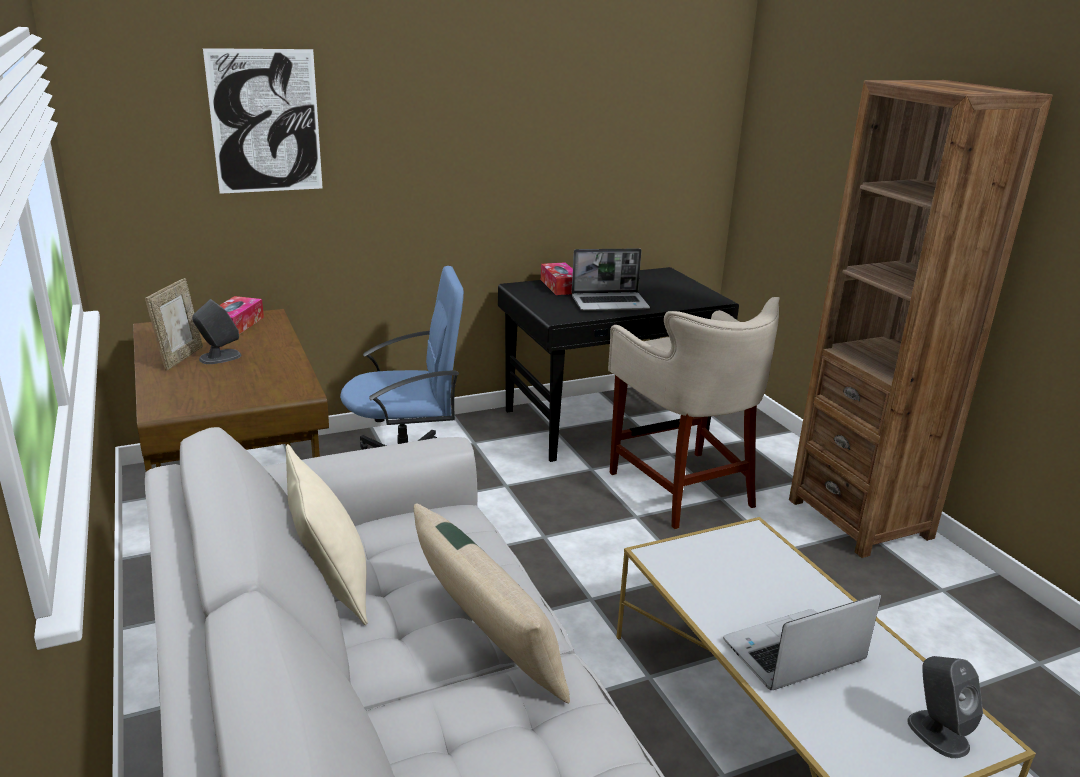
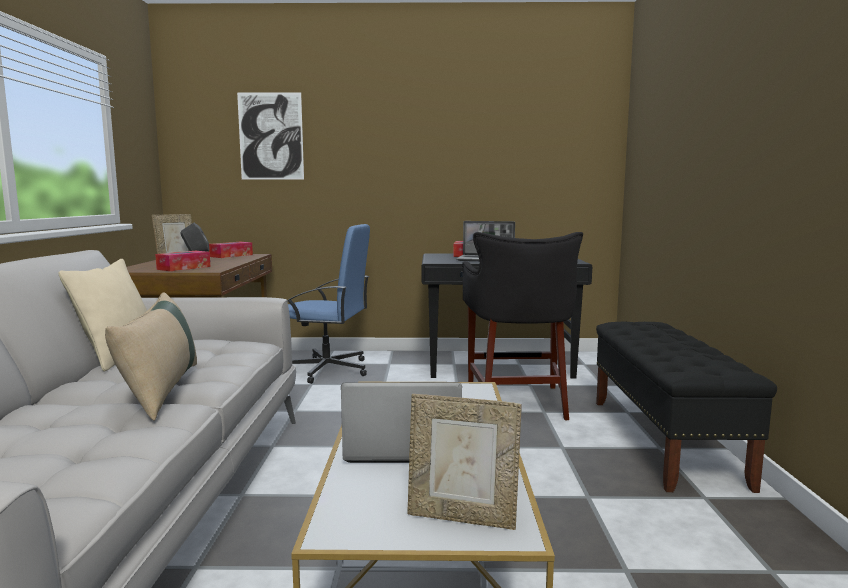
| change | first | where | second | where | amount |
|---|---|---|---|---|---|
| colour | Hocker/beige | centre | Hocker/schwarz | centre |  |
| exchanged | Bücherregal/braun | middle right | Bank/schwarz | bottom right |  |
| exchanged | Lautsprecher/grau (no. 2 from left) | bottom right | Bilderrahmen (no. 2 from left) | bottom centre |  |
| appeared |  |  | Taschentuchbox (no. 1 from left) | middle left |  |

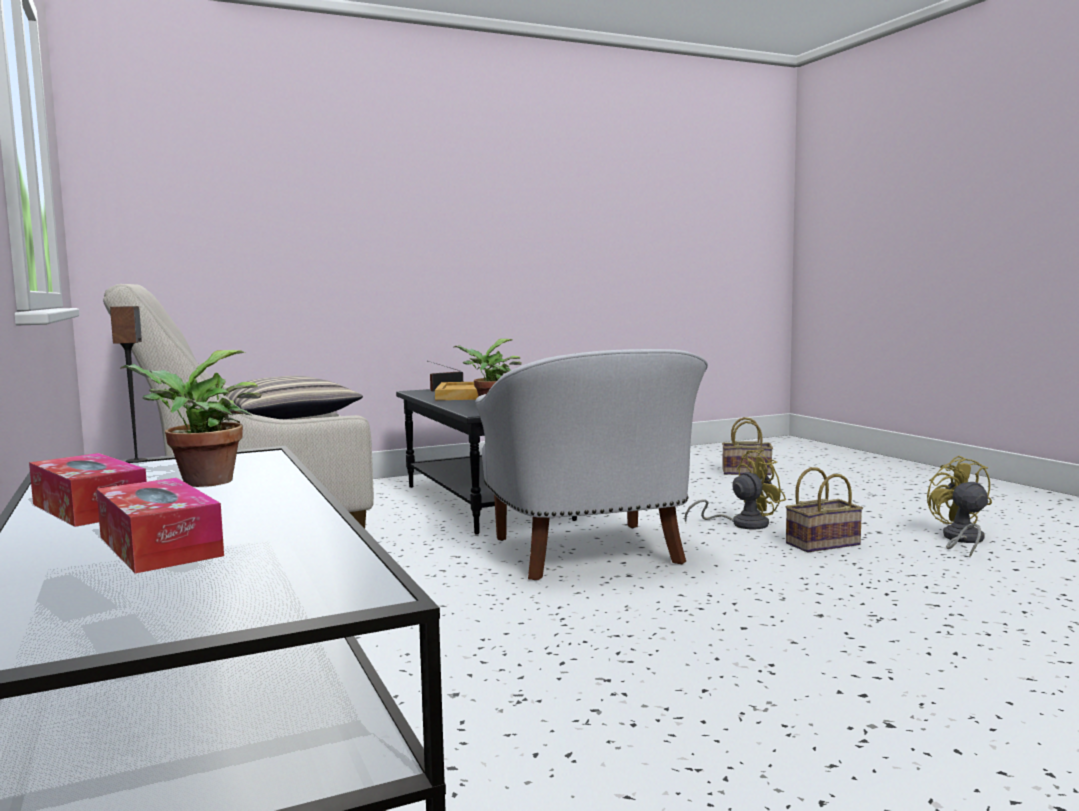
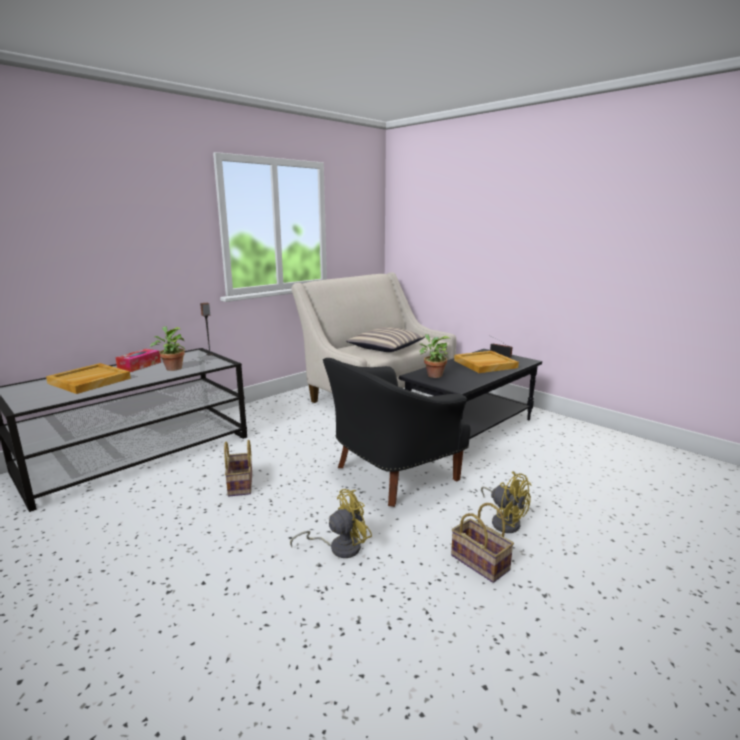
| change | first | where | second | where | amount |
|---|---|---|---|---|---|
| exchanged | Taschentuchbox (no. 2 from left) | middle left | Tablett/beige (no. 1 from left) | middle left |  |
| colour | Sessel/weiß | centre | Sessel/schwarz | centre |  |
| relocated | Korb (no. 1 from left) | middle right |  | middle left |  |
| relocated | Ventilator/gelb (no. 2 from left in the first image) | middle right | Ventilator/gelb (no. 1 from left) | bottom centre |  |

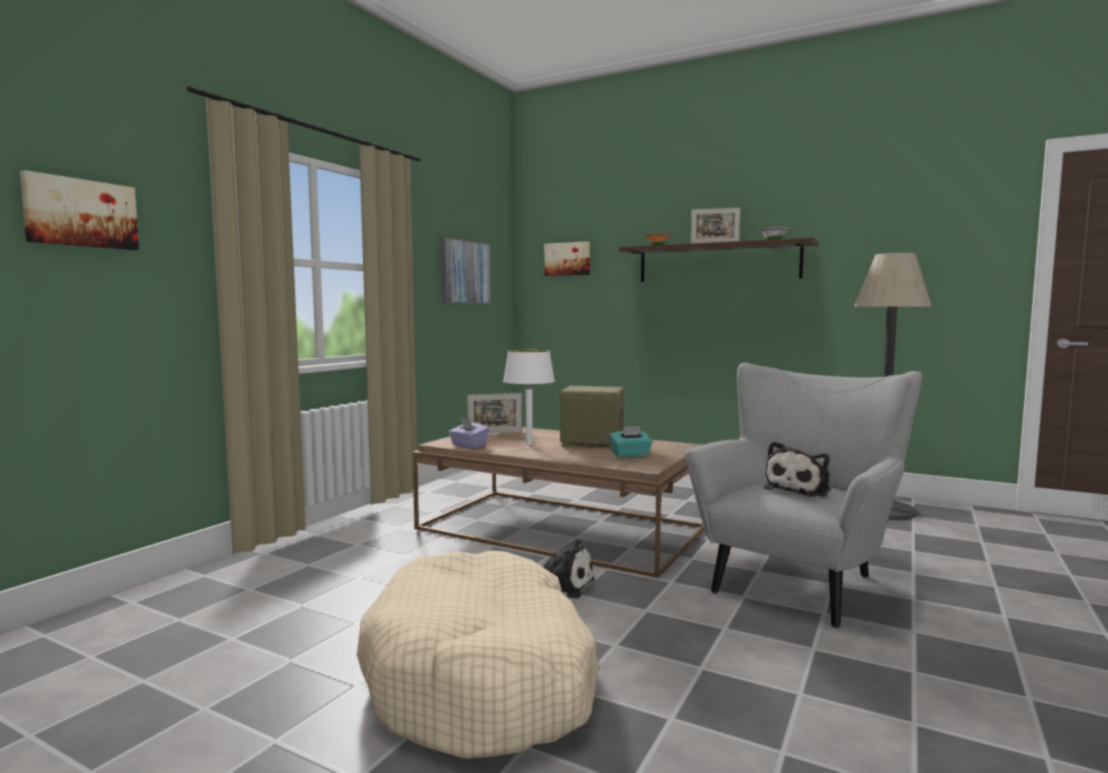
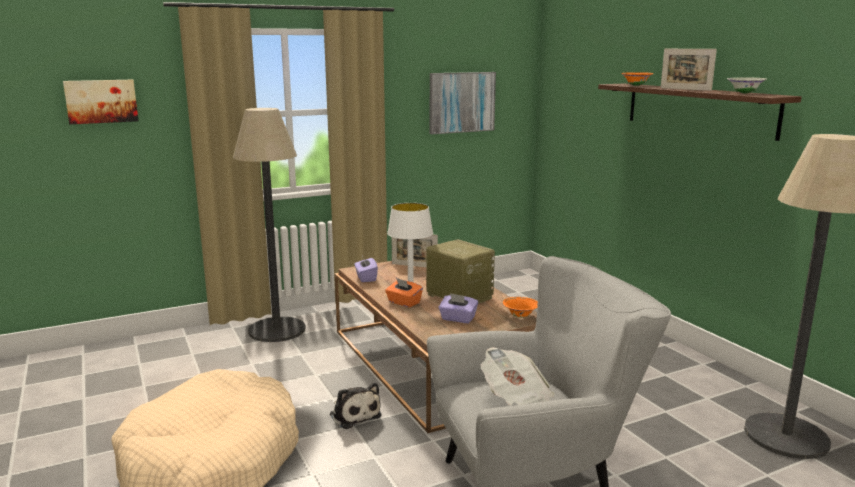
| change | first | where | second | where | amount |
|---|---|---|---|---|---|
| missing | Bild (no. 3 from left) | centre |  |  |  |
| colour | Taschentuchbox/türkis | centre | Taschentuchbox/lila (no. 2 from left) | centre |  |
| exchanged | Plüschtier (no. 2 from left) | middle right | Zeitung | bottom centre |  |
| appeared |  |  | Stehlampe (no. 1 from left) | middle left |  |
| appeared |  |  | Taschentuchbox/orange | centre |  |
| appeared |  |  | Schüssel/orange (no. 1 from left) | centre |  |

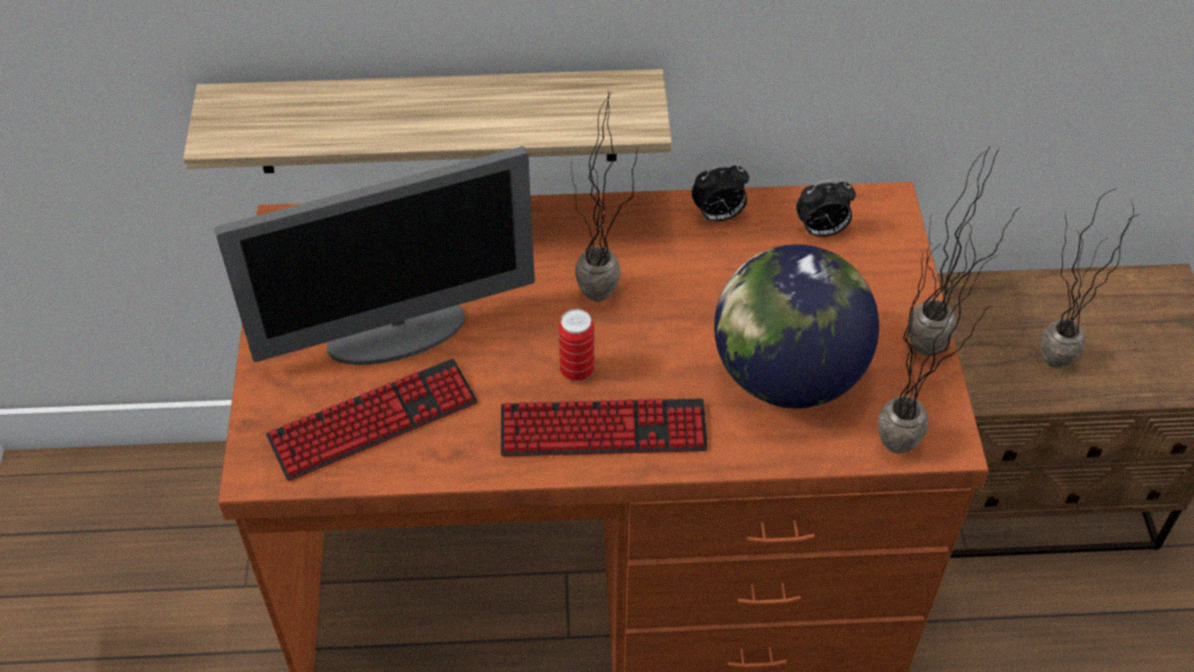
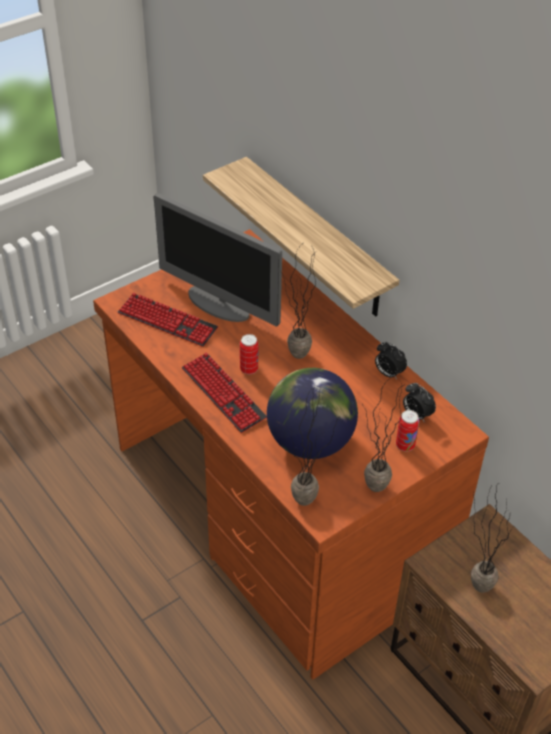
| change | first | where | second | where | amount |
|---|---|---|---|---|---|
| appeared |  |  | Dose (no. 2 from left) | middle right |  |

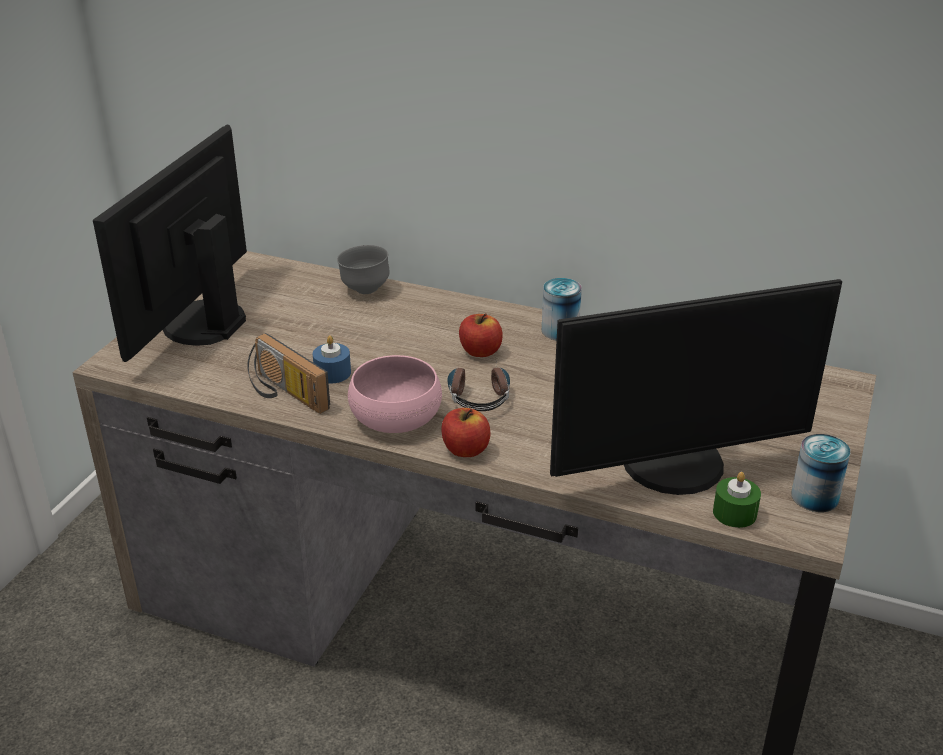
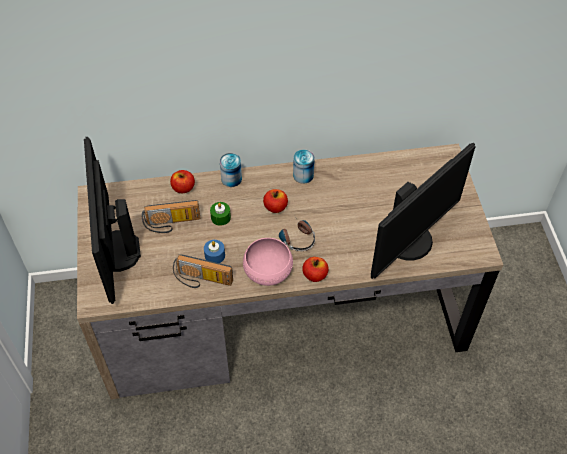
| change | first | where | second | where | amount |
|---|---|---|---|---|---|
| exchanged | Schüssel/grau | centre | Apfel (no. 1 from left) | middle left |  |
| relocated | Kerze/grün | middle right |  | centre |  |
| relocated | Dose (no. 2 from left in the first image) | middle right | Dose (no. 1 from left) | centre |  |
| appeared |  |  | Radio (no. 1 from left) | middle left |  |

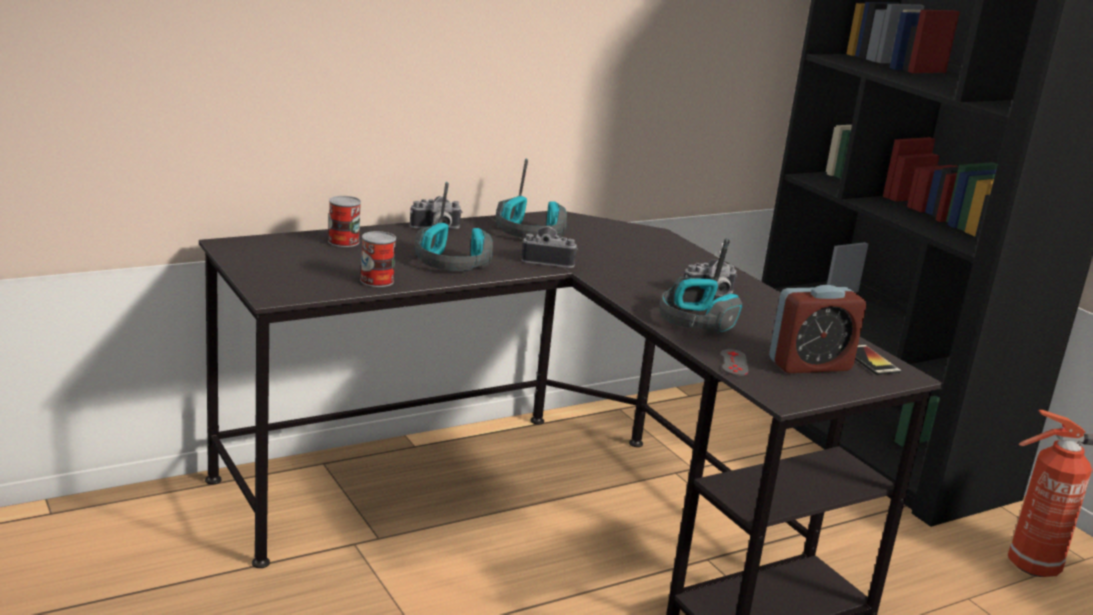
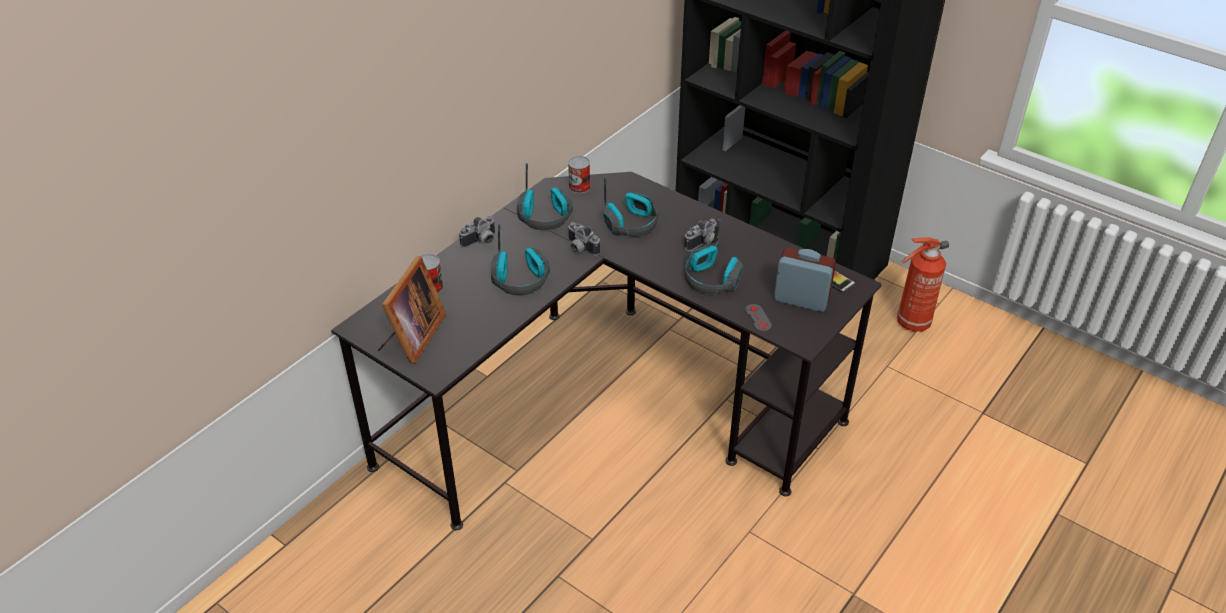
| change | first | where | second | where | amount |
|---|---|---|---|---|---|
| relocated | Dose (no. 2 from left) | centre |  | top centre |  |
| spun | Kamera (no. 2 from left) | centre |  | centre | 120 degrees counterclockwise |
| spun | Wecker | middle right |  | centre | 120 degrees counterclockwise |
| appeared |  |  | Bilderrahmen | centre |  |
| appeared |  |  | Kopfhörer (no. 3 from left) | centre |  |

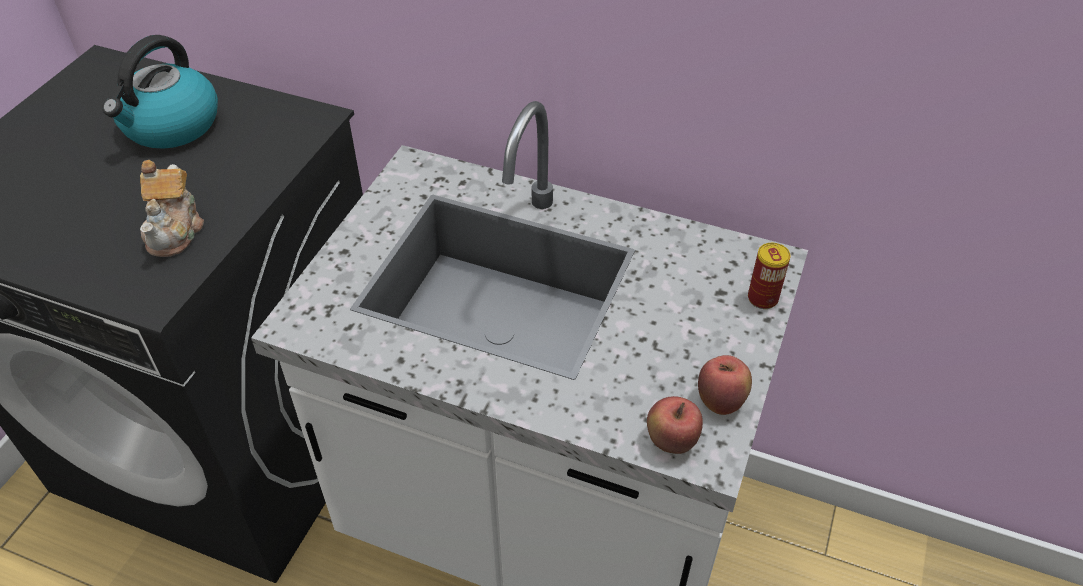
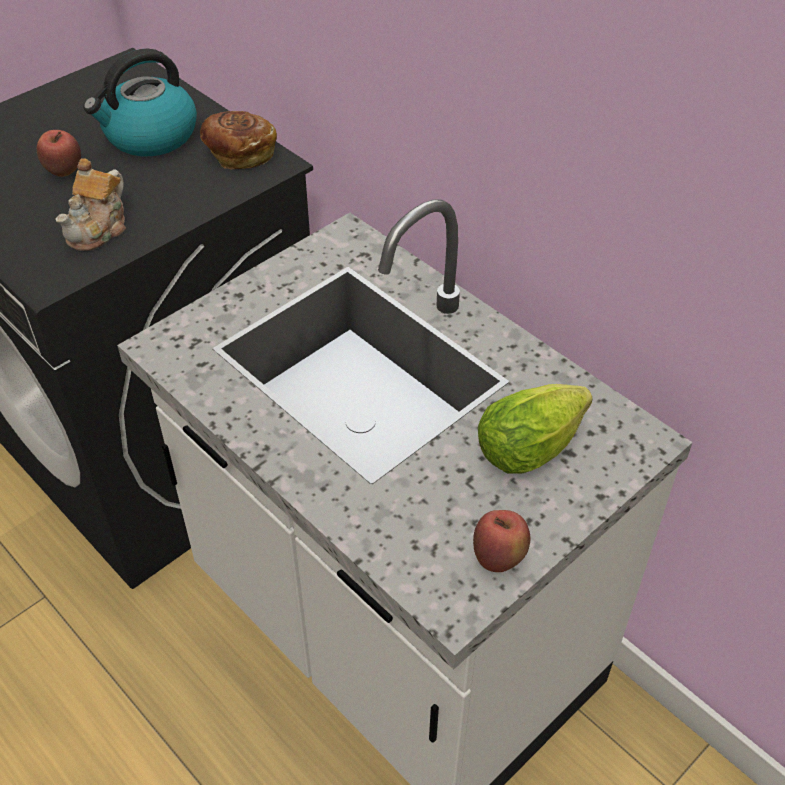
| change | first | where | second | where | amount |
|---|---|---|---|---|---|
| relocated | Apfel (no. 1 from left) | bottom centre |  | top left |  |
| missing | Dose | middle right |  |  |  |
| appeared |  |  | Brot | top left |  |
| appeared |  |  | Salatkopf | middle right |  |

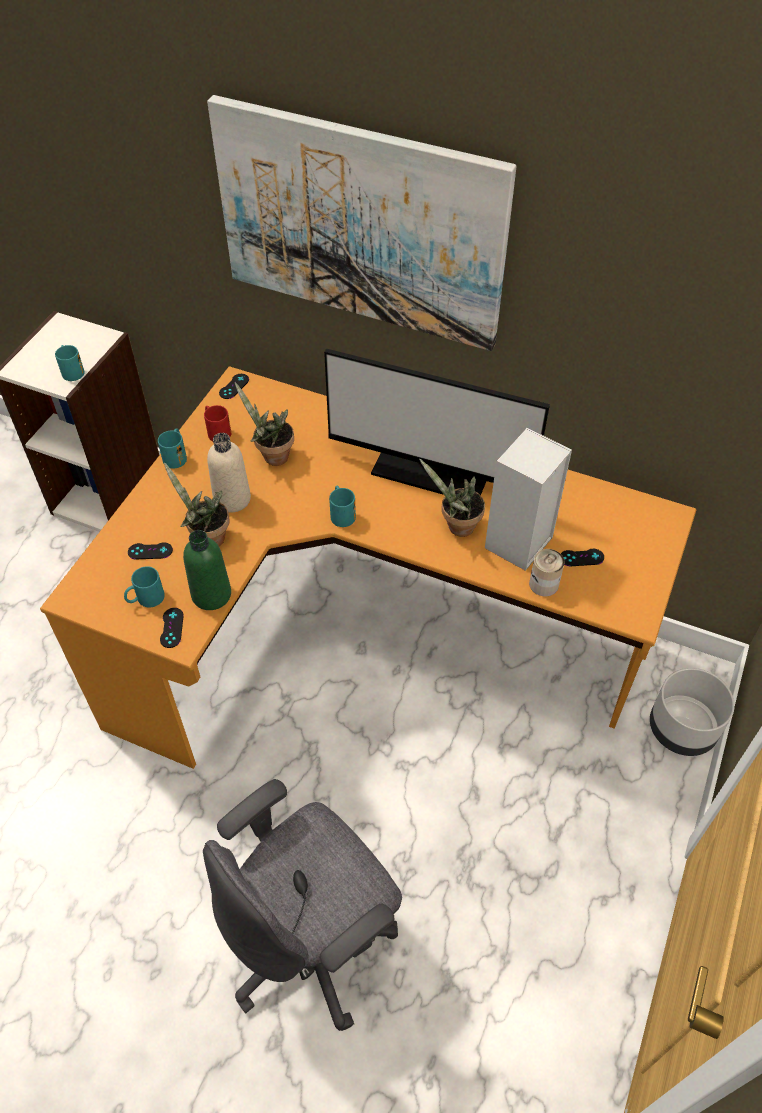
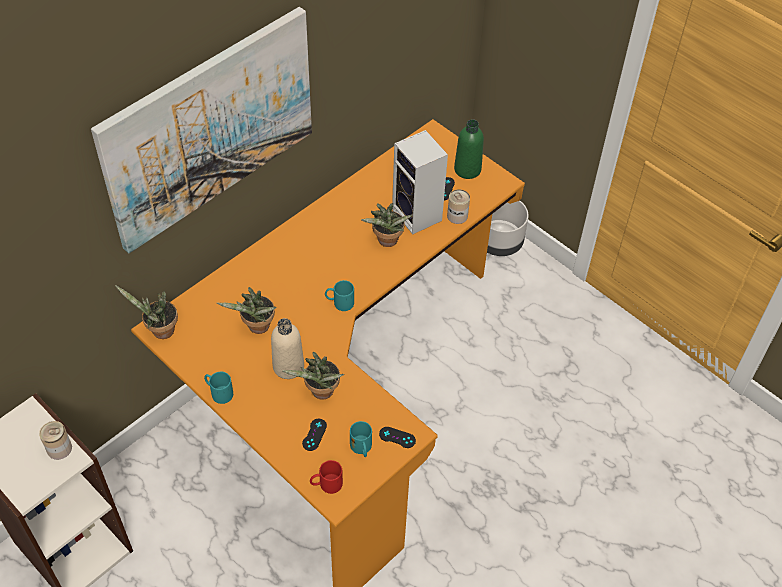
| change | first | where | second | where | amount |
|---|---|---|---|---|---|
| exchanged | Henkelbecher/türkis (no. 1 from left) | top left | Dose (no. 1 from left) | bottom left |  |
| relocated | Flasche/grün | middle left |  | top centre |  |
| missing | Bürostuhl/grau | bottom centre |  |  |  |
| relocated | Henkelbecher/rot | middle left |  | bottom centre |  |
| exchanged | Gamepad/schwarz (no. 3 from left) | middle left | Topfpflanze (no. 1 from left) | middle left |  |
| missing | Monitor | centre |  |  |  |

